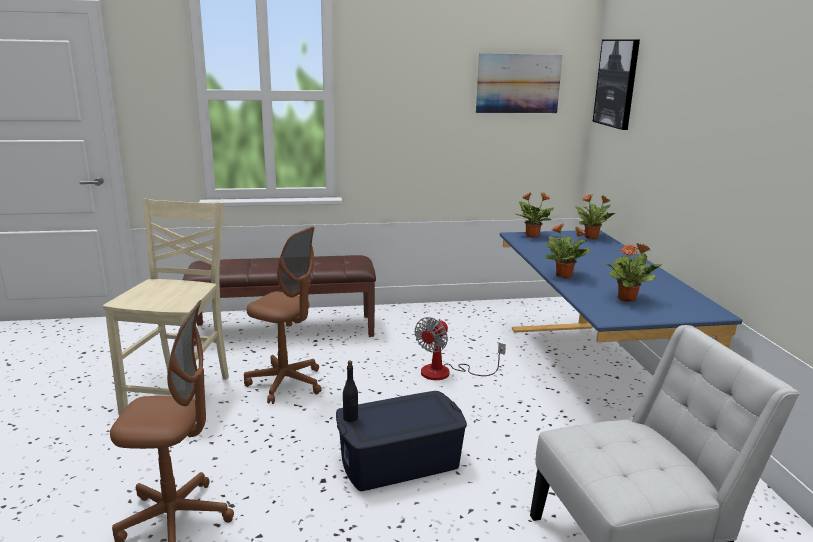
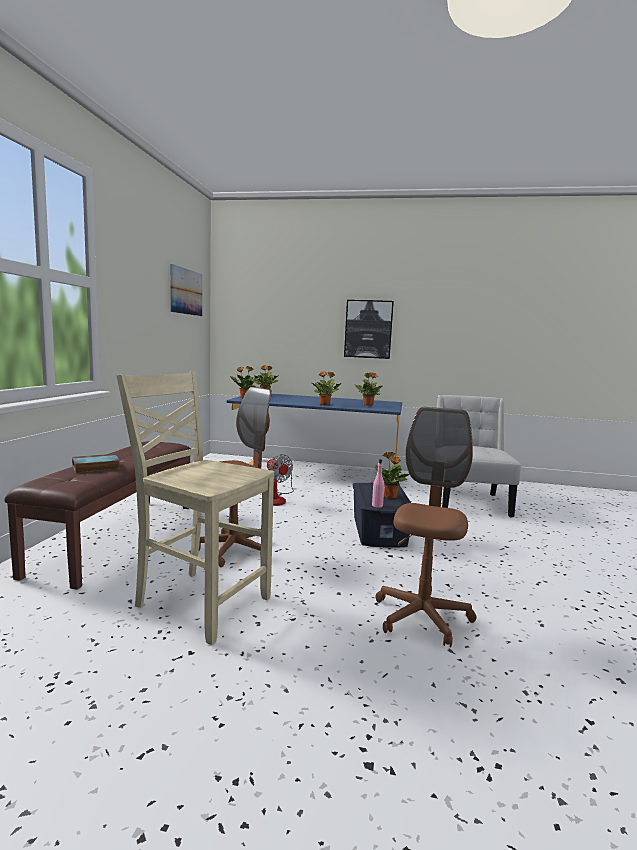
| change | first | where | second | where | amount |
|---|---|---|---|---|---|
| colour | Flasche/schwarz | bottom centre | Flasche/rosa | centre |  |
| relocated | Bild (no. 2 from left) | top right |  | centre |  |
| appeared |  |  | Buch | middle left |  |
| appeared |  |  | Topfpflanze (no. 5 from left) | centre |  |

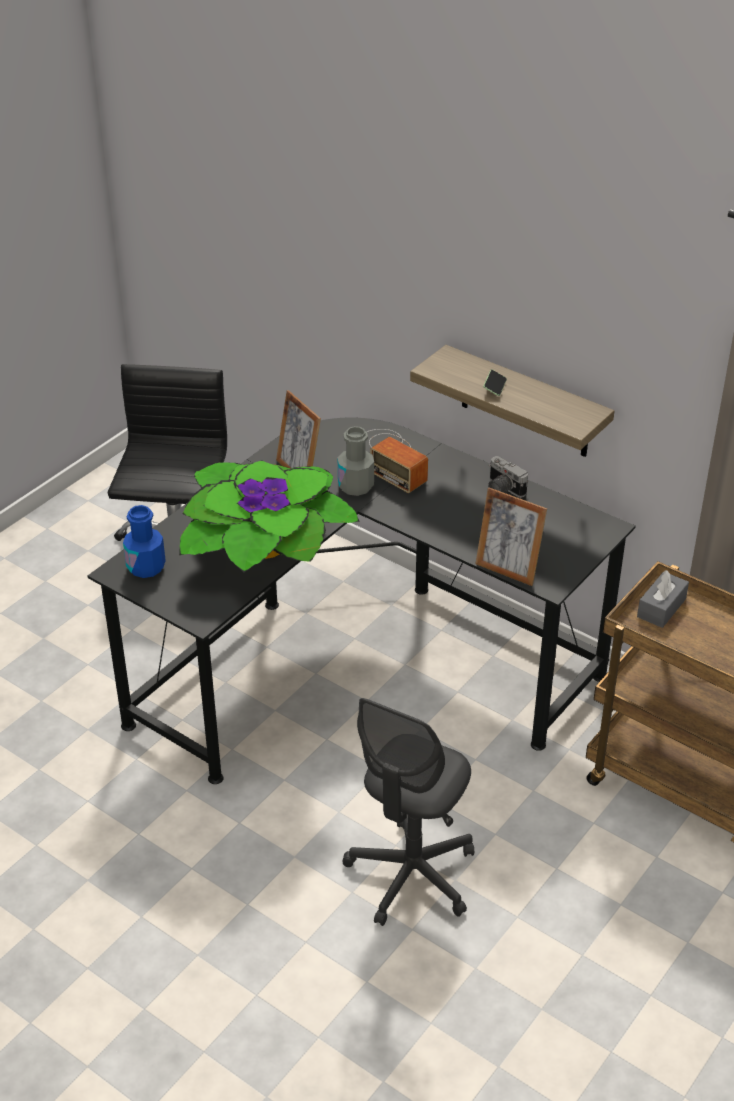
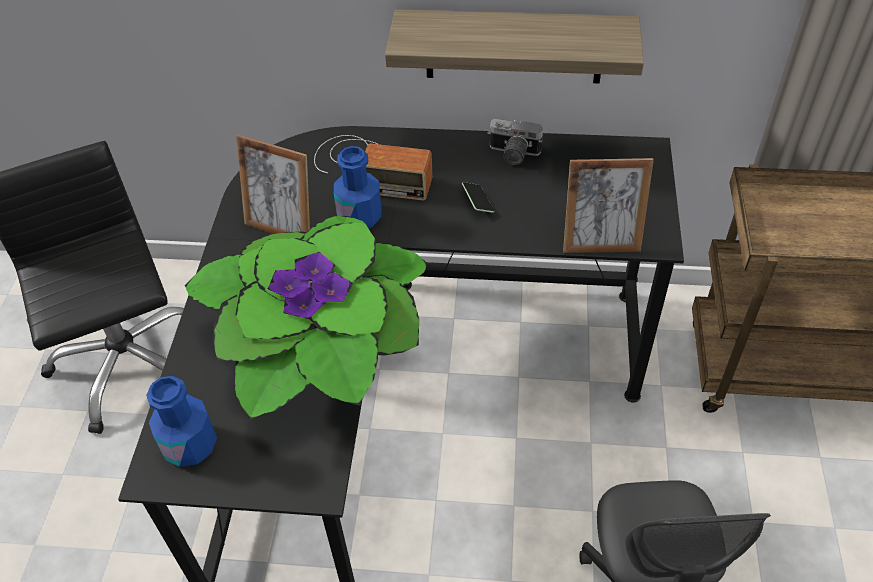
| change | first | where | second | where | amount |
|---|---|---|---|---|---|
| colour | Flasche/grau | centre | Flasche/blau (no. 2 from left) | top centre |  |
| relocated | Handy | middle right |  | centre |  |
| missing | Taschentuchbox/grau | middle right |  |  |  |

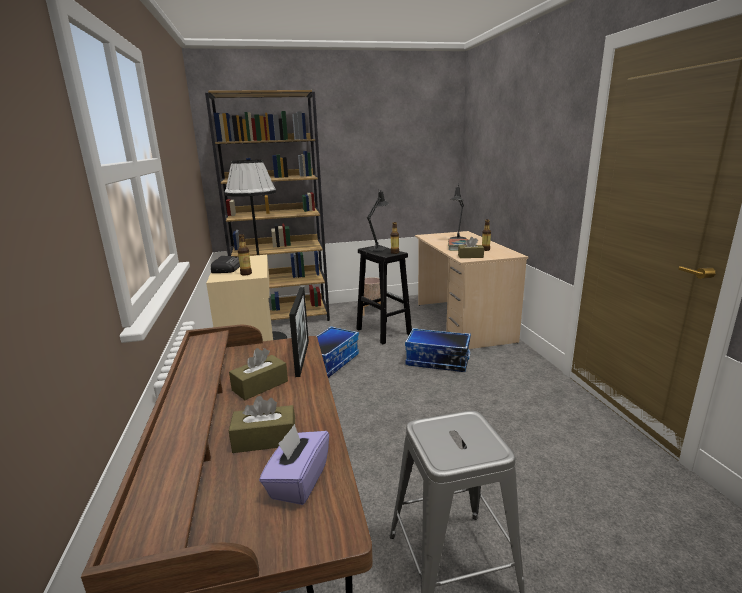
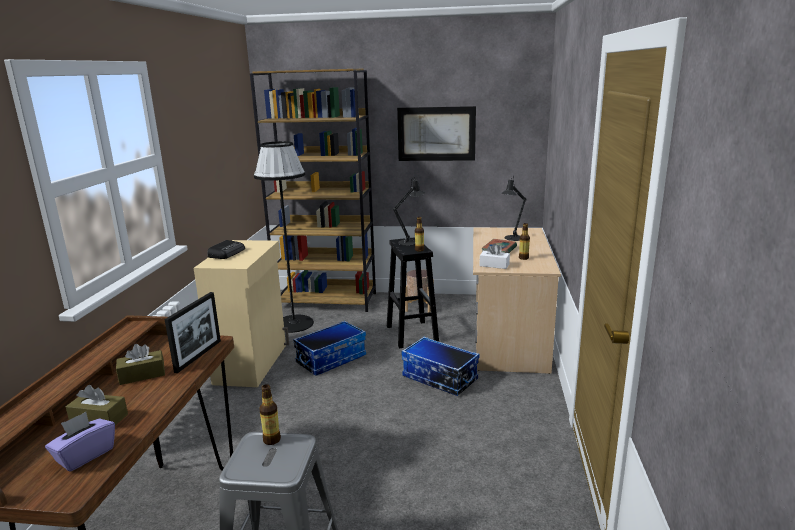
| change | first | where | second | where | amount |
|---|---|---|---|---|---|
| relocated | Flasche (no. 1 from left) | middle left |  | bottom centre |  |
| colour | Taschentuchbox/braun (no. 3 from left) | centre | Taschentuchbox/weiß | centre |  |
| appeared |  |  | Bild | top centre |  |

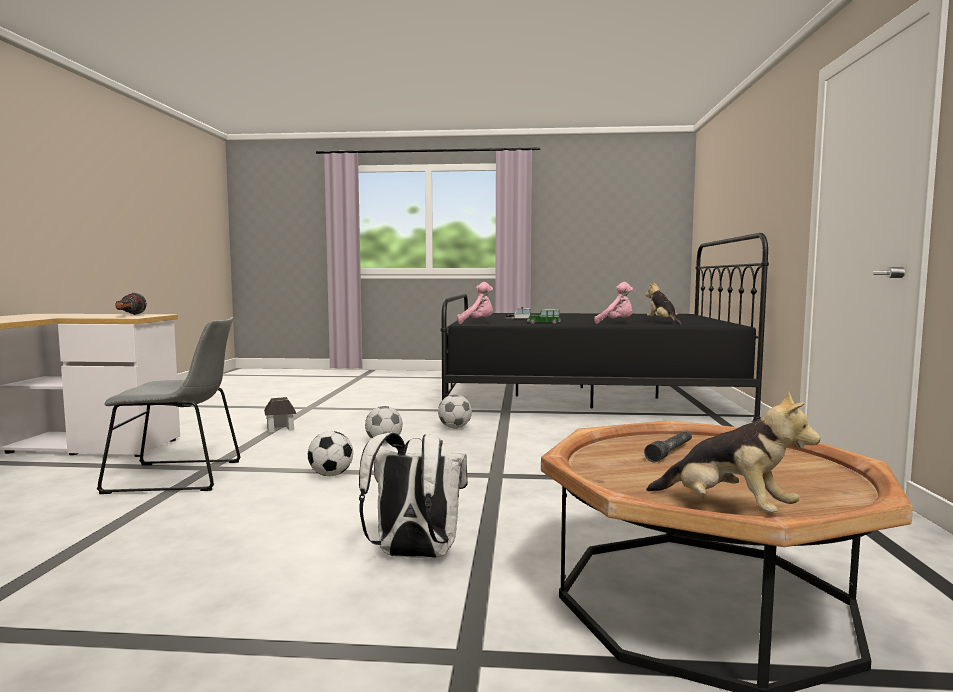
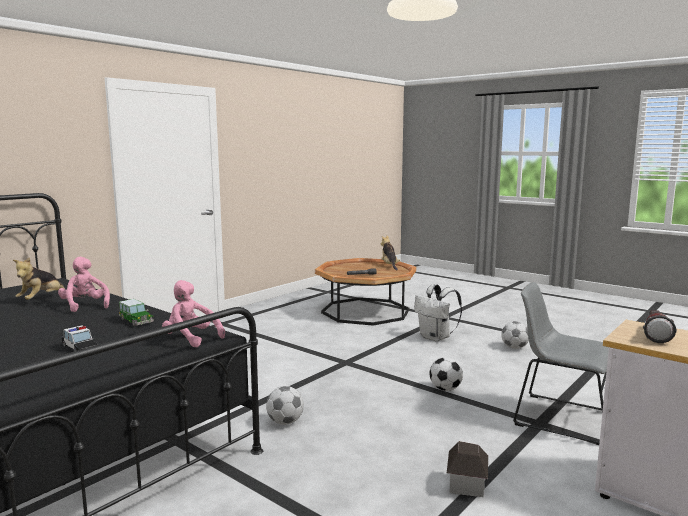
| change | first | where | second | where | amount |
|---|---|---|---|---|---|
| relocated | Fußball (no. 2 from left in the first image) | centre | Fußball (no. 3 from left) | middle right |  |

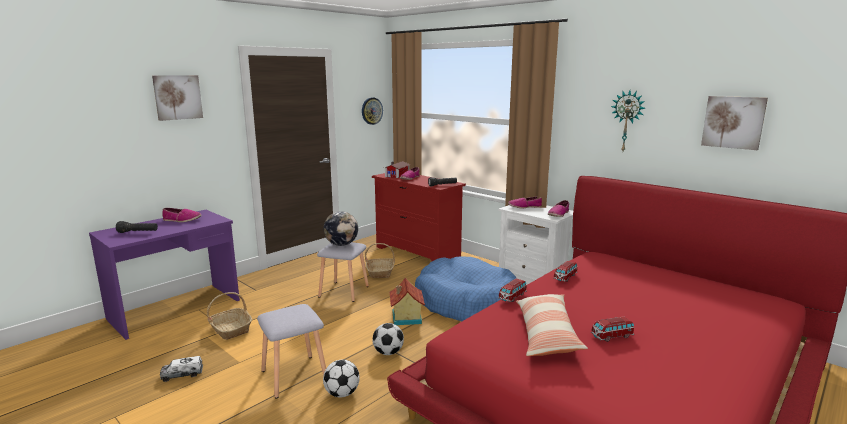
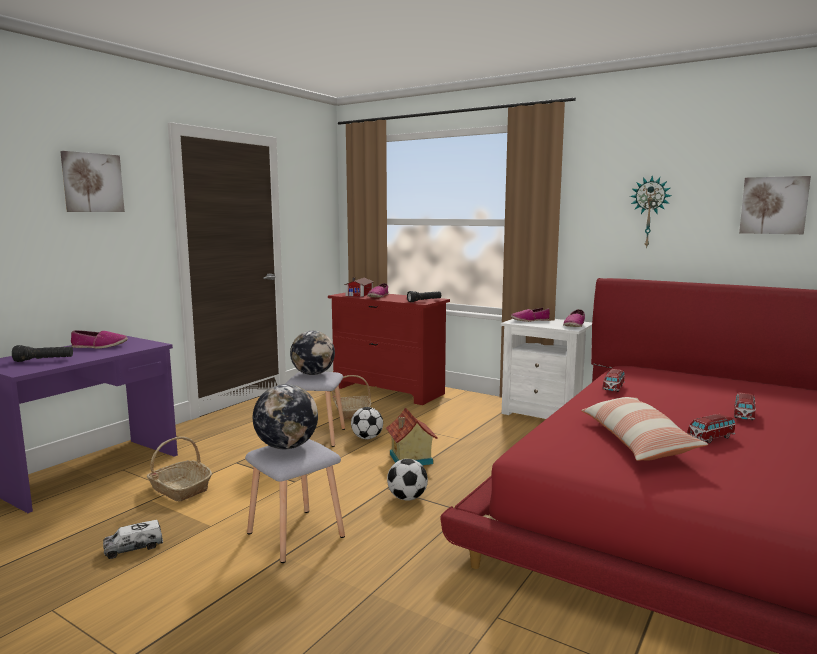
| change | first | where | second | where | amount |
|---|---|---|---|---|---|
| relocated | Fußball (no. 1 from left) | bottom centre |  | centre |  |
| missing | Wanduhr (no. 1 from left) | top centre |  |  |  |
| missing | Hundebett/blau | bottom centre |  |  |  |
| relocated | Spielzeugauto (no. 1 from left in the first image) | bottom centre | Spielzeugauto (no. 3 from left) | middle right |  |
| appeared |  |  | Globus (no. 1 from left) | centre |  |

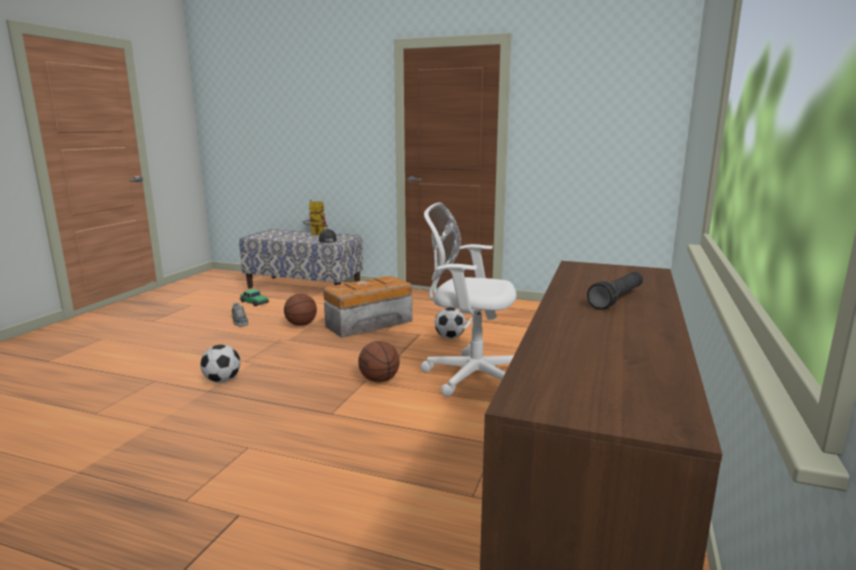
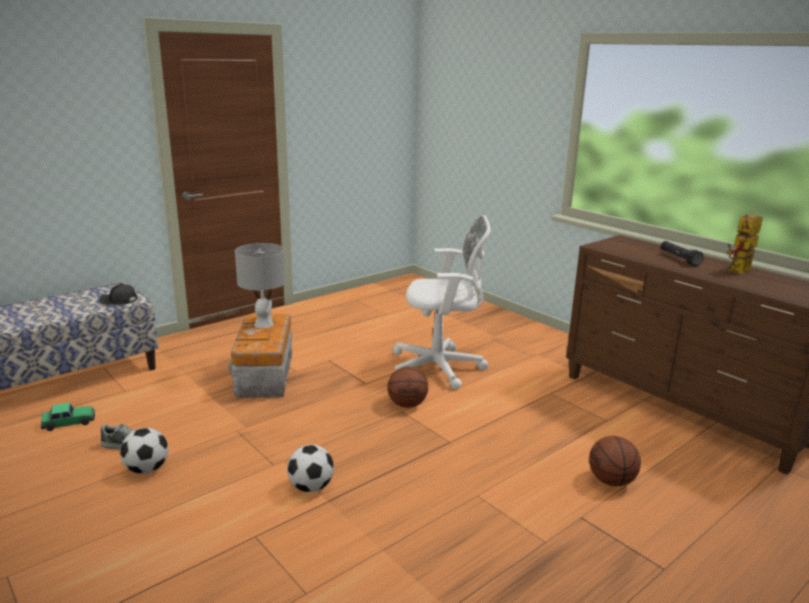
| change | first | where | second | where | amount |
|---|---|---|---|---|---|
| relocated | Basketball (no. 1 from left in the first image) | centre | Basketball (no. 2 from left) | bottom right |  |
| relocated | Spielzeugroboter | centre |  | middle right |  |
| spun | Bürostuhl/weiß | centre |  | centre | 135 degrees counterclockwise |
| relocated | Fußball (no. 2 from left in the first image) | centre | Fußball (no. 1 from left) | bottom left |  |
| appeared |  |  | Tischlampe/grau | middle left |  |

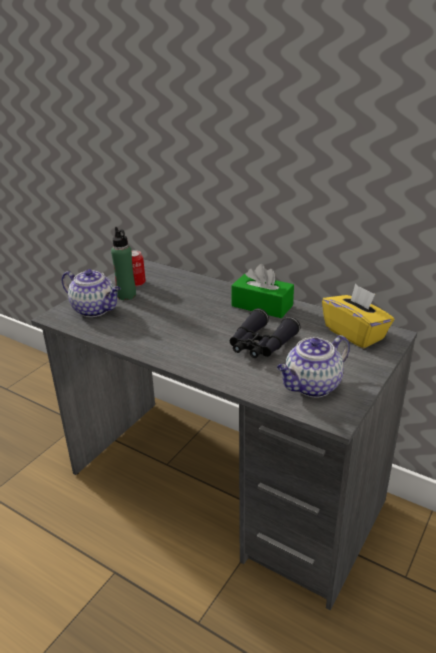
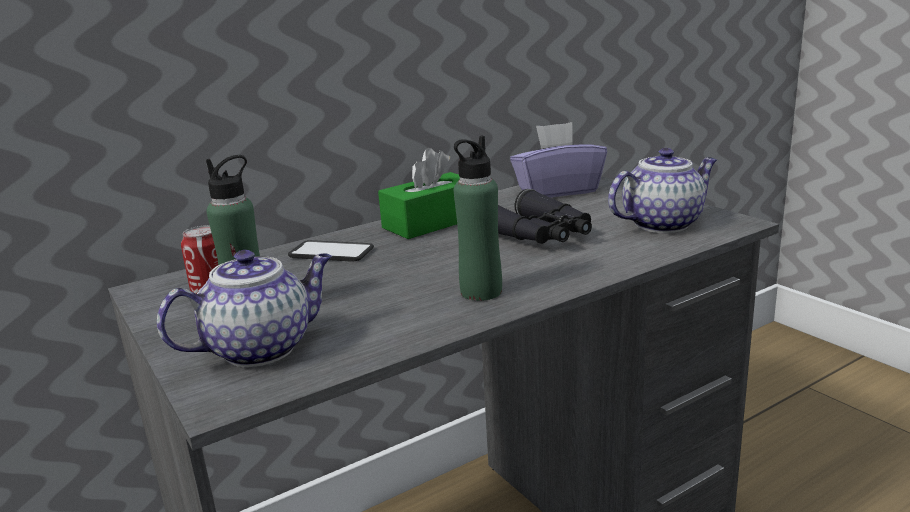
| change | first | where | second | where | amount |
|---|---|---|---|---|---|
| spun | Teekanne (no. 2 from left) | middle right |  | middle right | 105 degrees counterclockwise |
| colour | Taschentuchbox/gelb | middle right | Taschentuchbox/lila | top centre |  |
| appeared |  |  | Handy | centre |  |
| appeared |  |  | Flasche/grün (no. 2 from left) | centre |  |

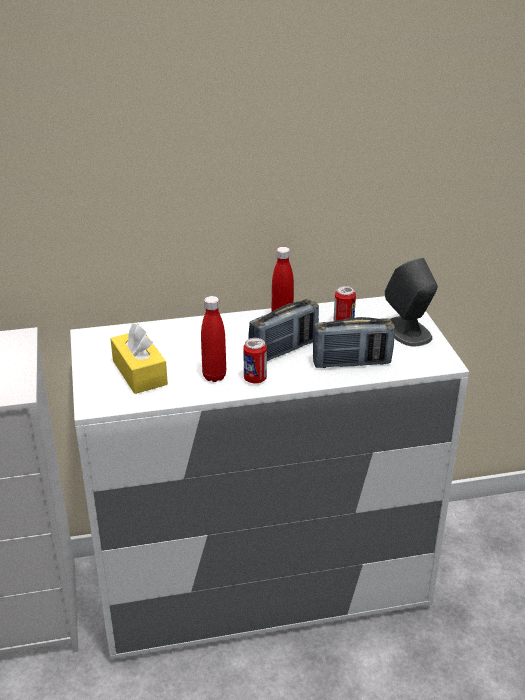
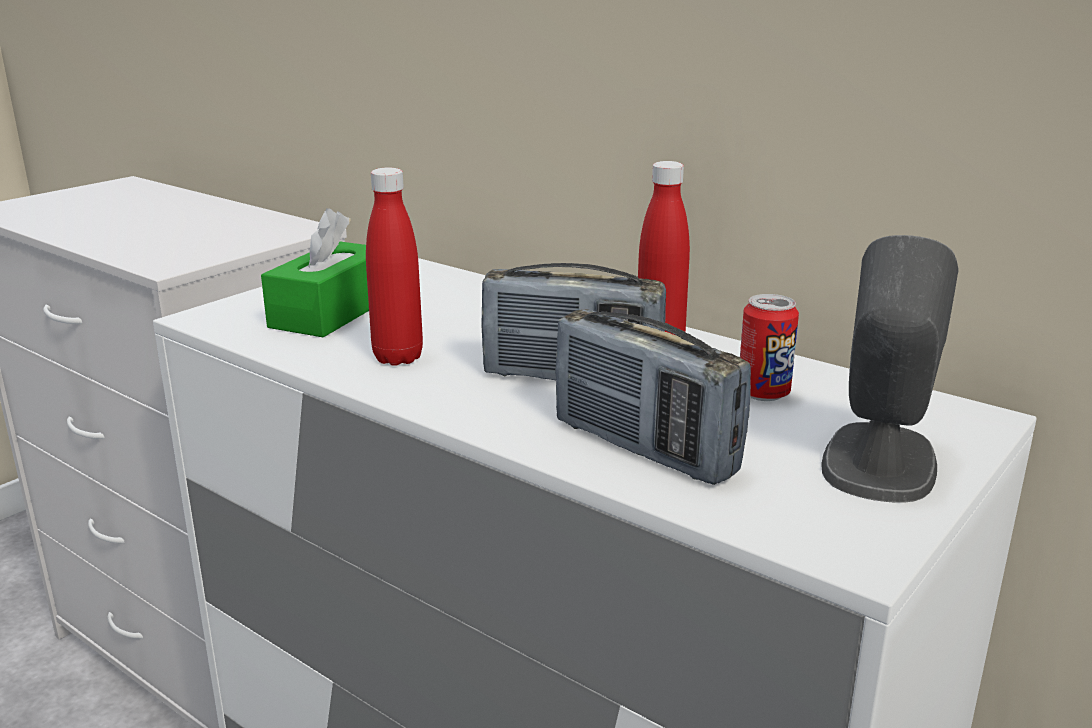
| change | first | where | second | where | amount |
|---|---|---|---|---|---|
| colour | Taschentuchbox/gelb | middle left | Taschentuchbox/grün | middle left |  |
| missing | Dose (no. 1 from left) | centre |  |  |  |

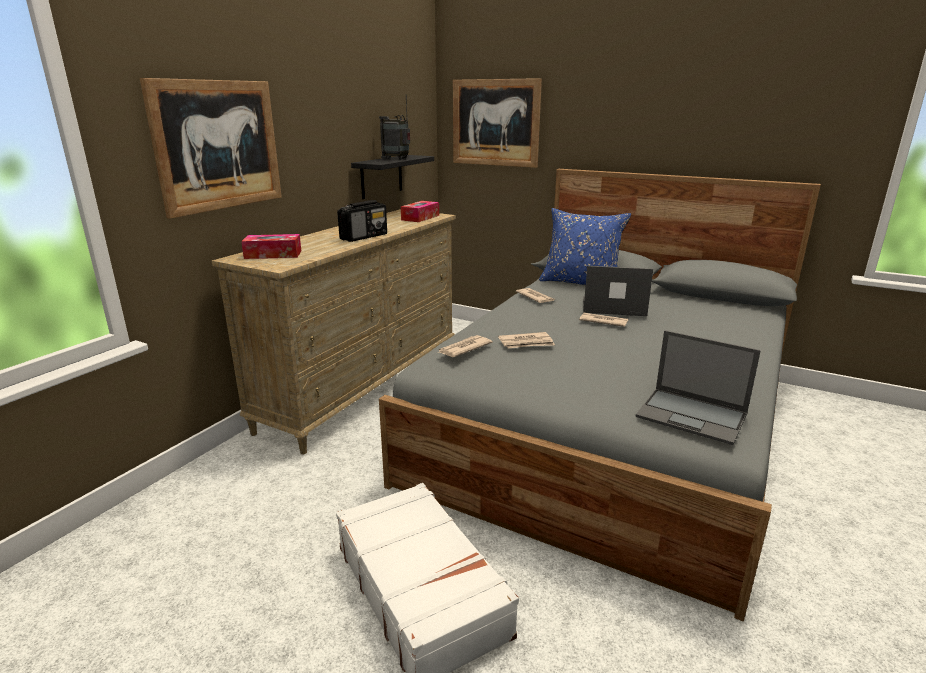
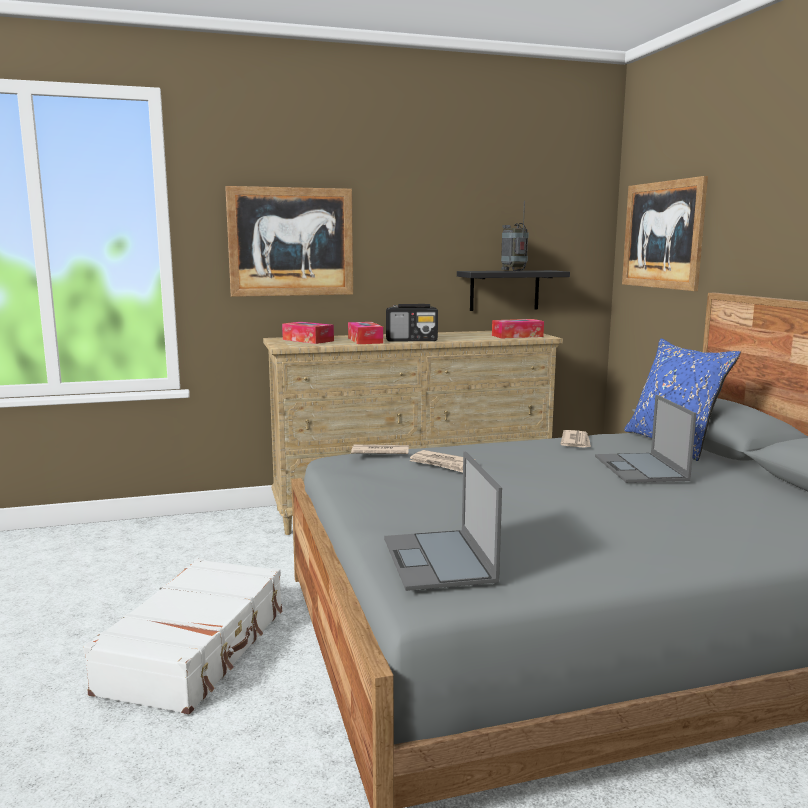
| change | first | where | second | where | amount |
|---|---|---|---|---|---|
| missing | Zeitung (no. 4 from left) | centre |  |  |  |
| spun | Laptop (no. 1 from left in the first image) | middle right | Laptop (no. 2 from left) | middle right | 150 degrees counterclockwise |
| appeared |  |  | Taschentuchbox (no. 2 from left) | centre |  |

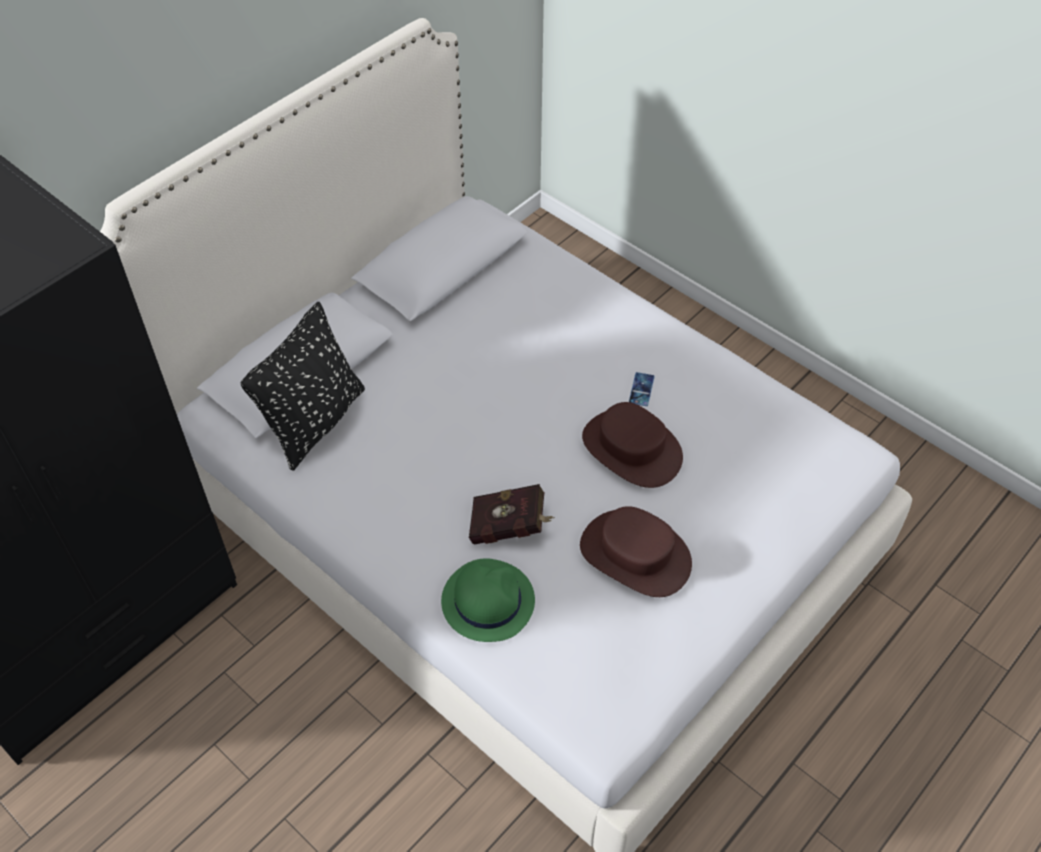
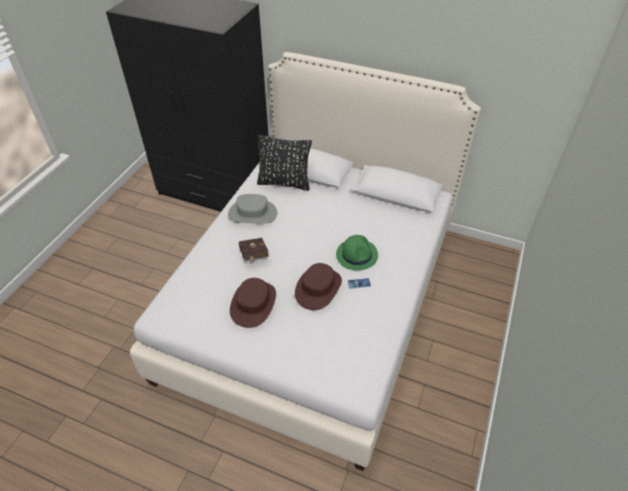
| change | first | where | second | where | amount |
|---|---|---|---|---|---|
| relocated | Hut/grün | bottom centre |  | centre |  |
| appeared |  |  | Hut/grau | centre |  |

